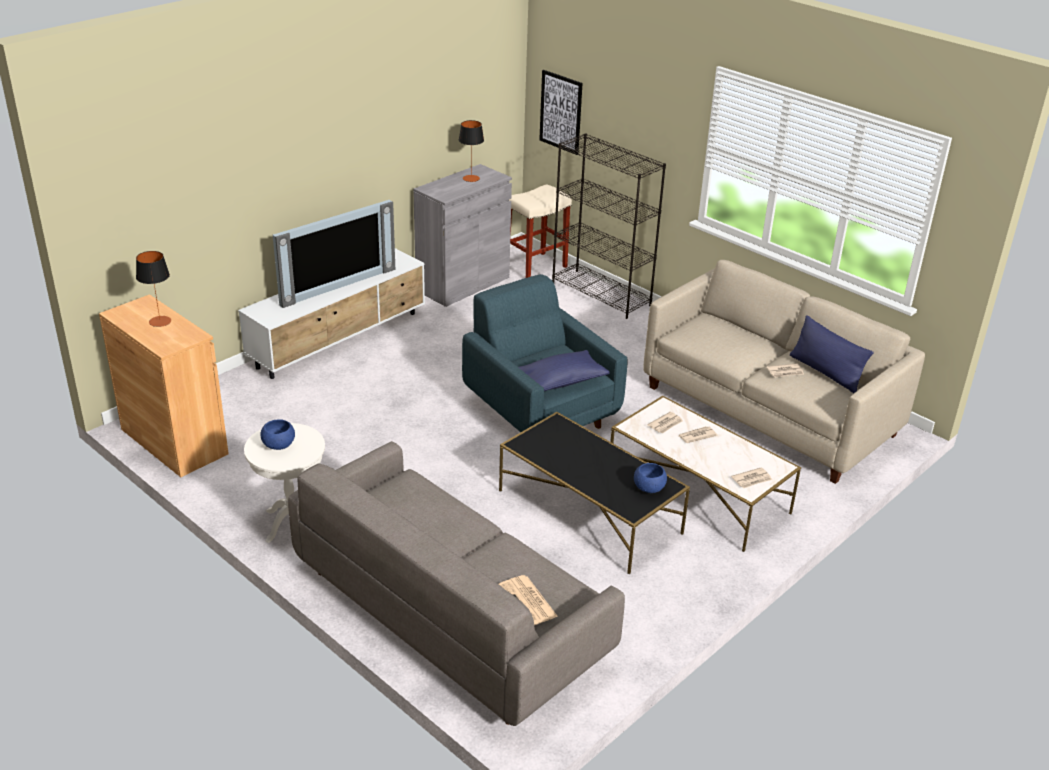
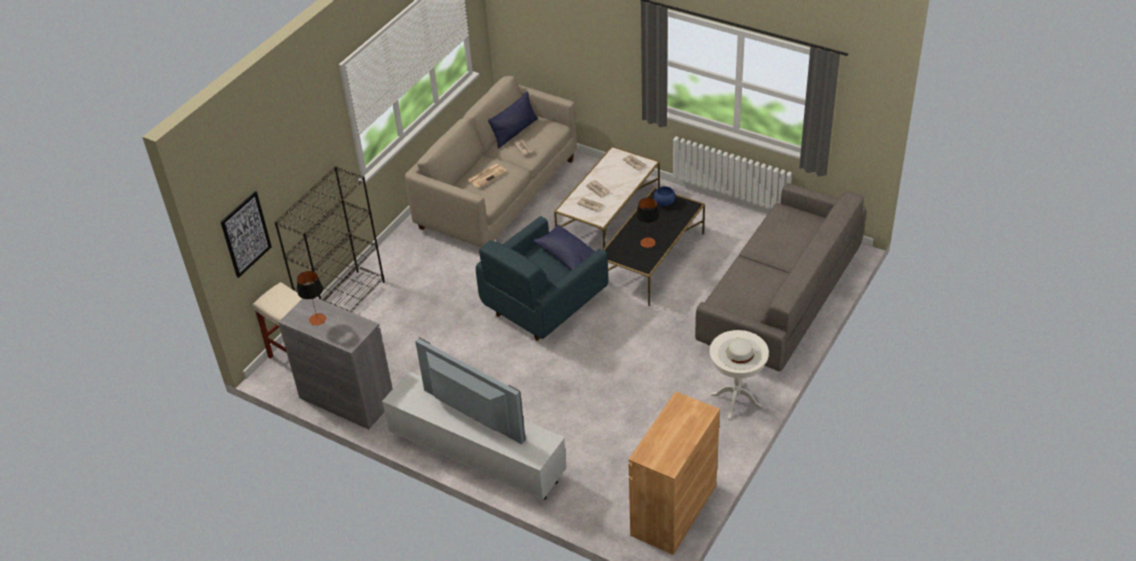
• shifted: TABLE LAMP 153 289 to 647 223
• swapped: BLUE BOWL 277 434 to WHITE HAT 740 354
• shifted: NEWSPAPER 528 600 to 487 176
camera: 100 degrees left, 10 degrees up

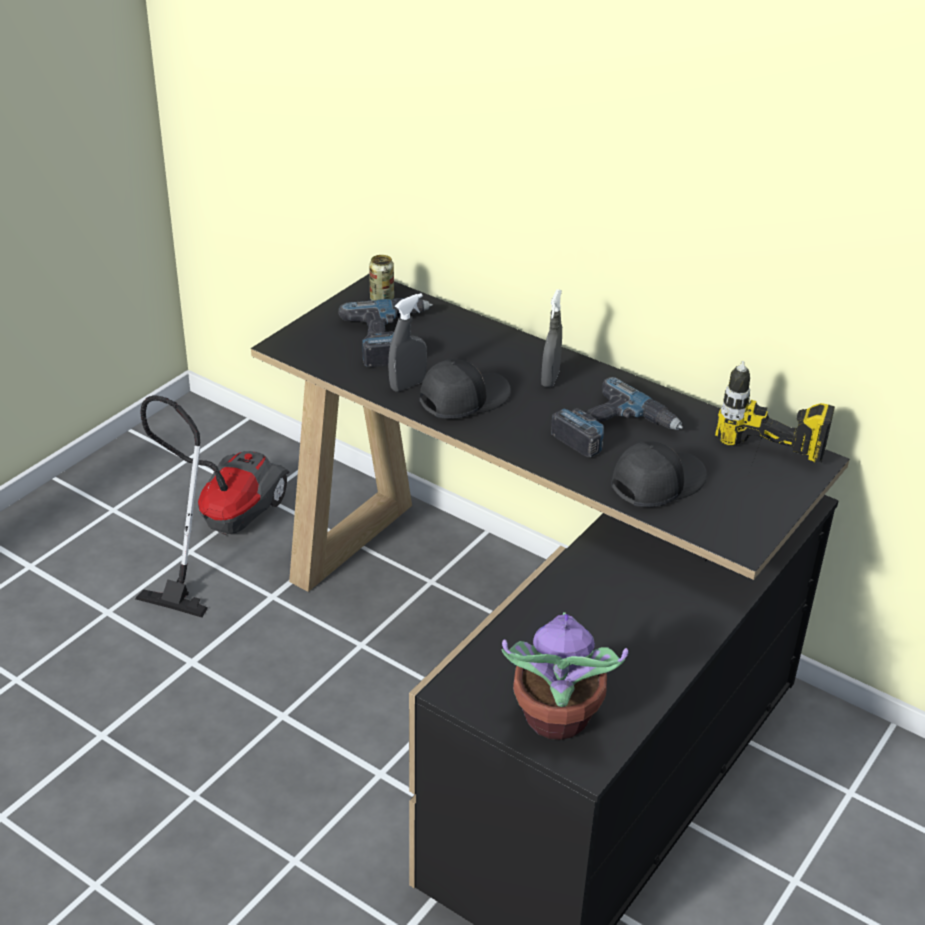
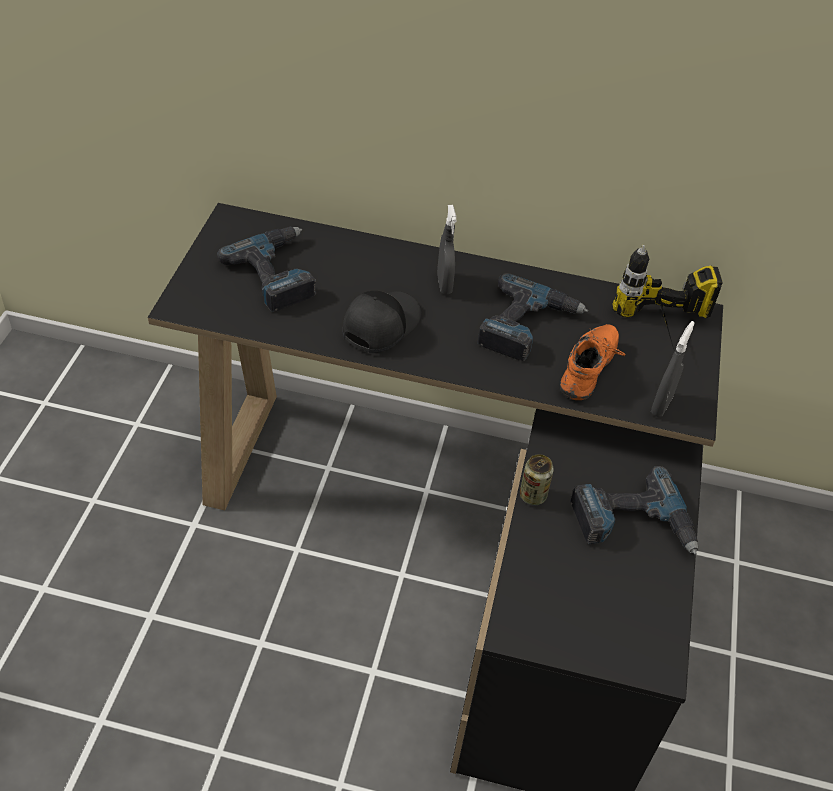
• gone: VACUUM CLEANER 212 506
• shifted: CAN 381 277 to 537 479
• shifted: GREY SPRAY BOTTLE 407 342 to 673 369
• gone: POTTED PLANT 565 676
• swapped: BLACK CAP 659 474 to ORANGE SHOE 593 362
• new: POWER DRILL 634 510
camera: 25 degrees left, 10 degrees up

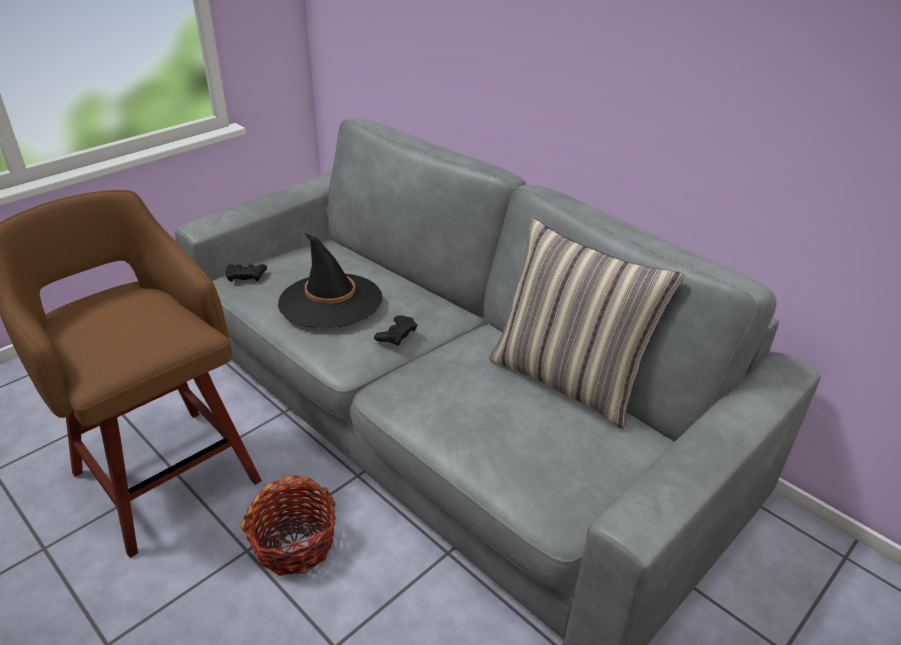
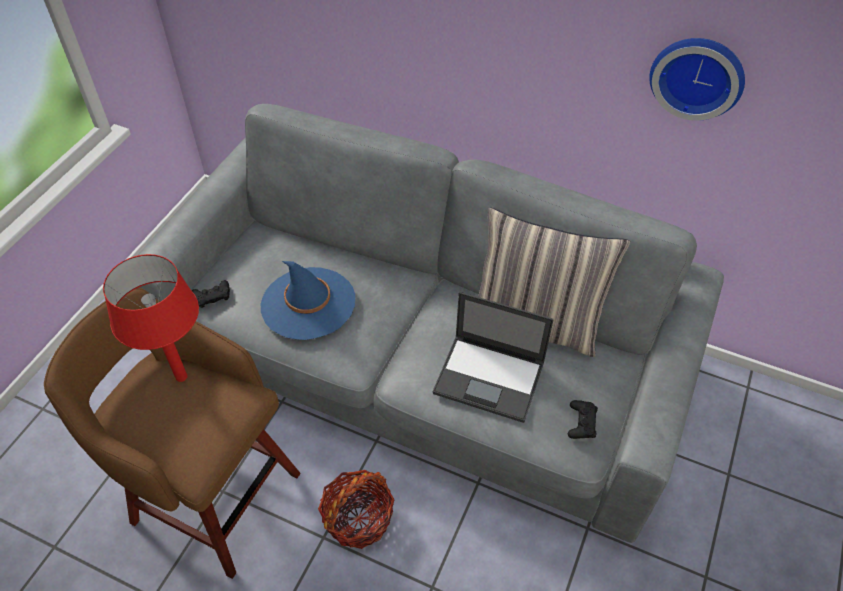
• repainted: BLACK HAT 330 280 to BLUE HAT 308 300
• shifted: BLACK GAME CONTROLLER 395 330 to 583 419
• new: RED TABLE LAMP 151 318
• new: LAPTOP 493 357
• new: WALL CLOCK 697 79
camera: 20 degrees left, 15 degrees up

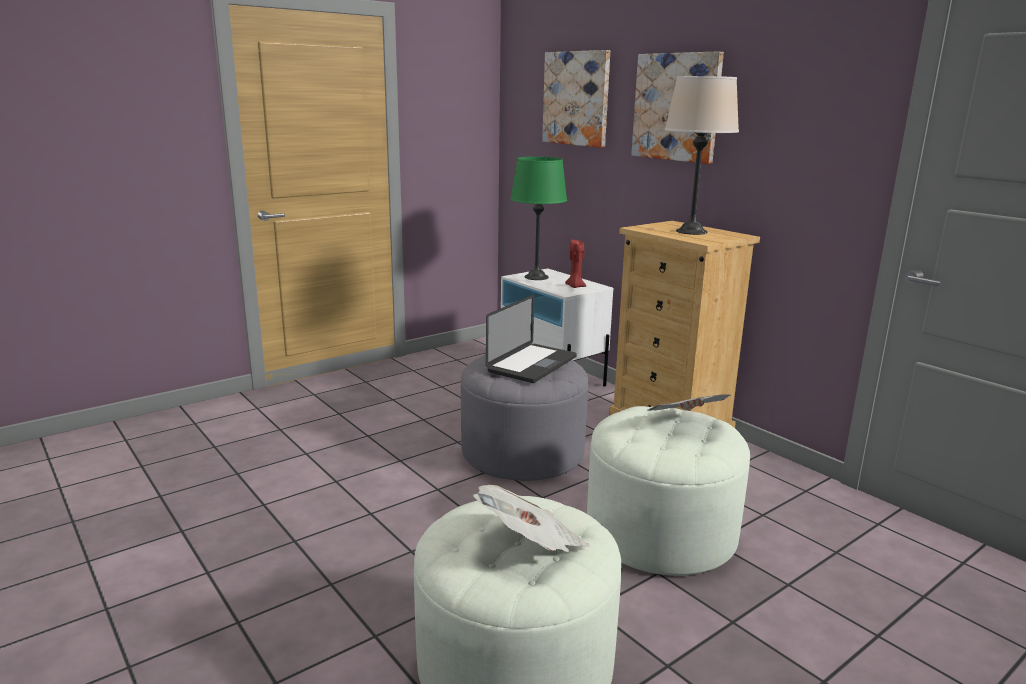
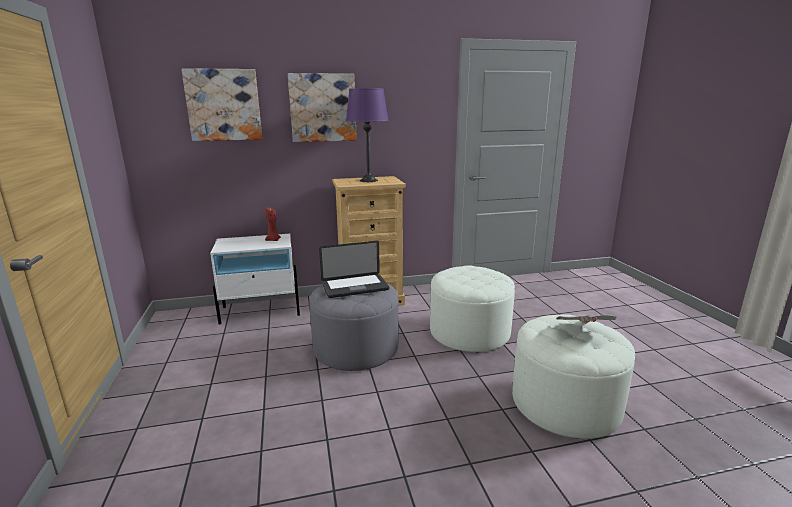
• rotated: LAPTOP 531 339 = 354 269 105 degrees clockwise
• gone: GREEN TABLE LAMP 539 218
• gone: NEWSPAPER 689 403
• repainted: BEIGE TABLE LAMP 702 155 to PURPLE TABLE LAMP 367 135
camera: 65 degrees left, 0 degrees up

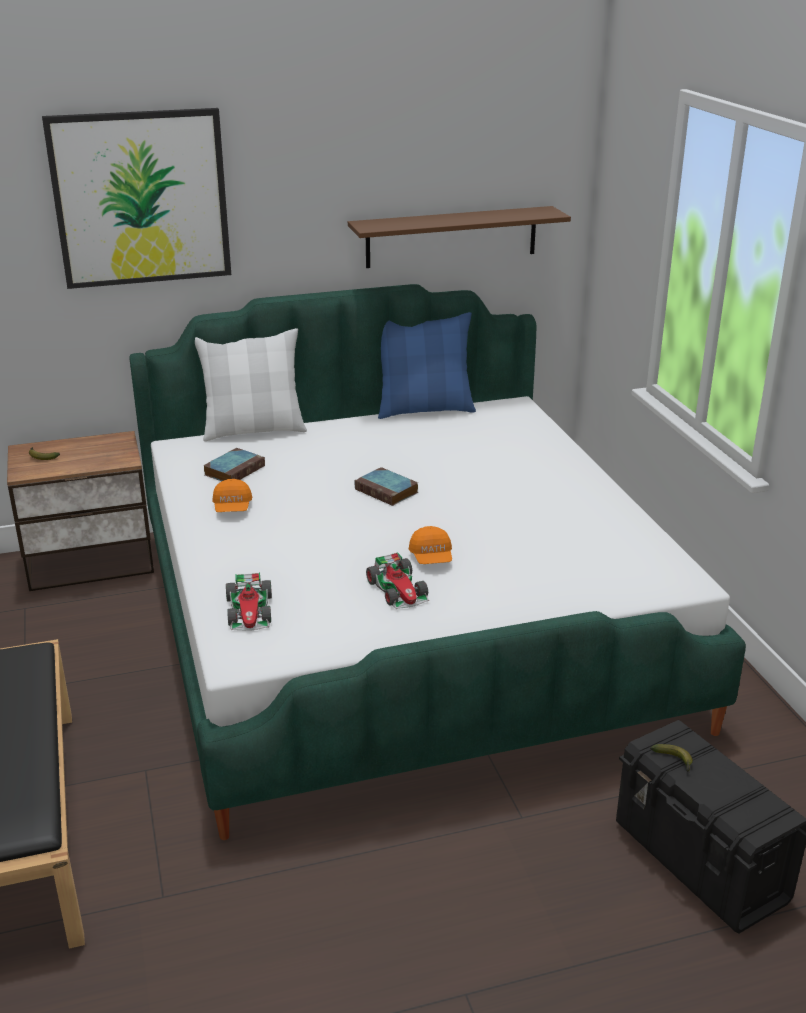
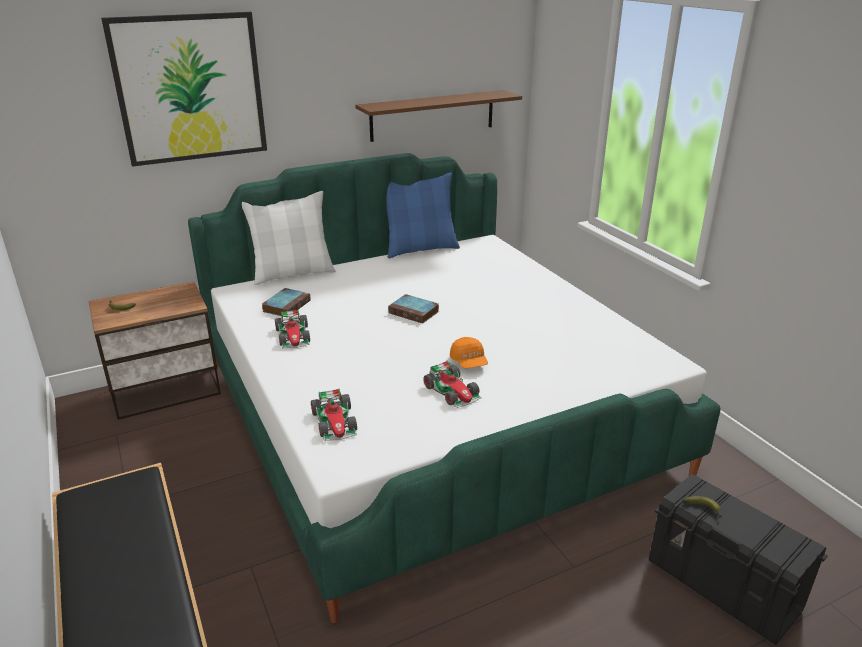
• swapped: ORANGE CAP 232 495 to TOY CAR 292 329
camera: 10 degrees left, 0 degrees up

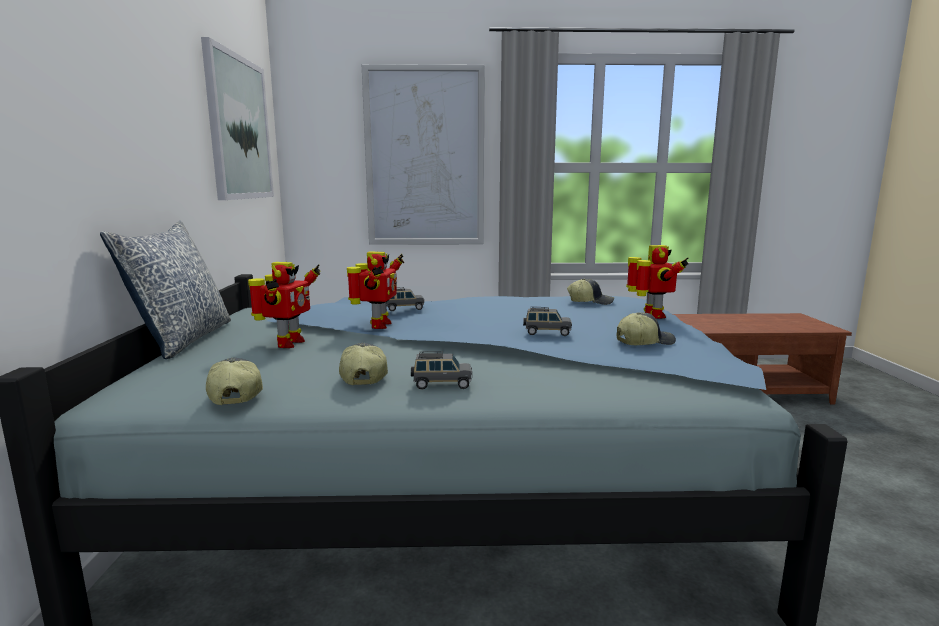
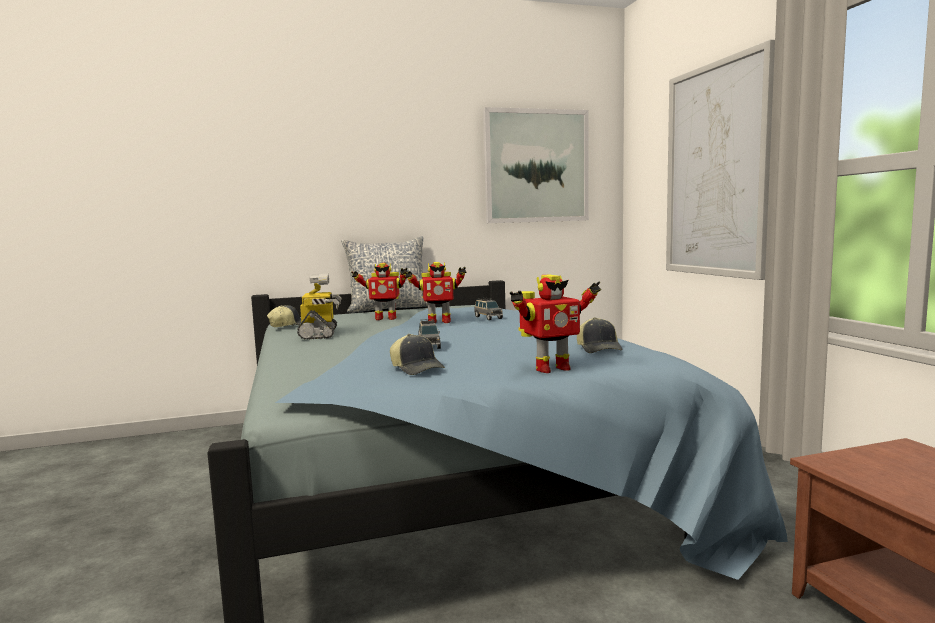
• swapped: CAP 363 364 to TOY ROBOT 319 306
• gone: GREY TOY CAR 441 370
camera: 75 degrees right, 5 degrees down

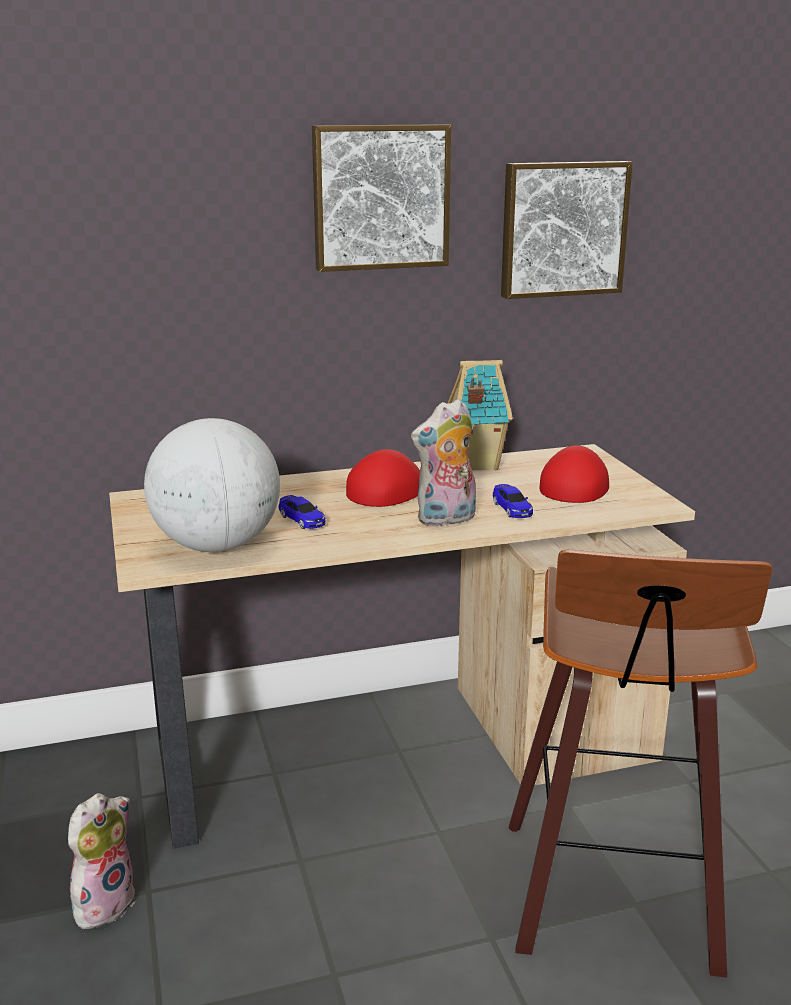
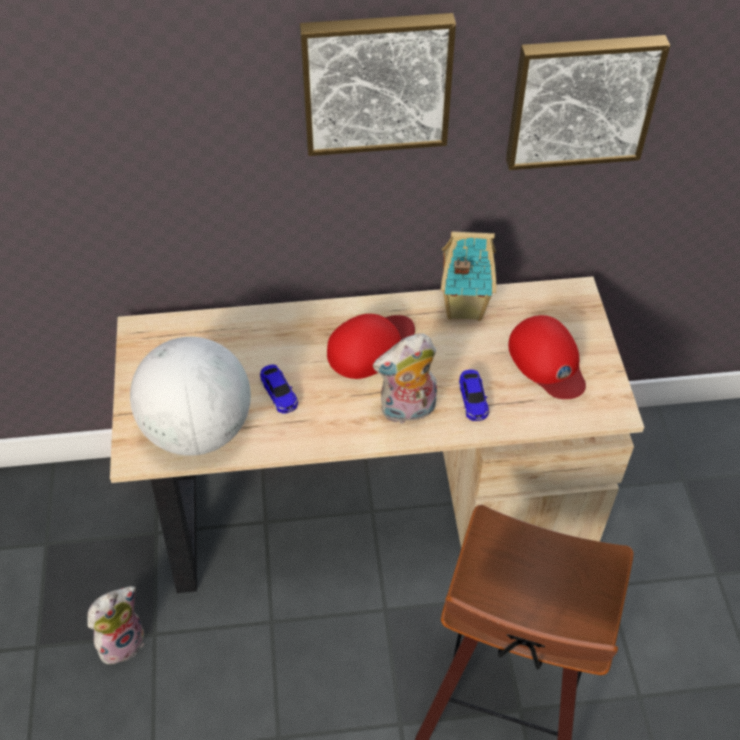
• rotated: RED CAP 574 474 = 547 357 120 degrees clockwise
camera: 10 degrees right, 30 degrees up

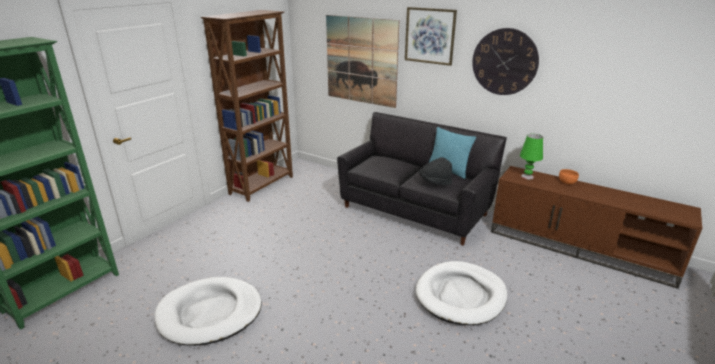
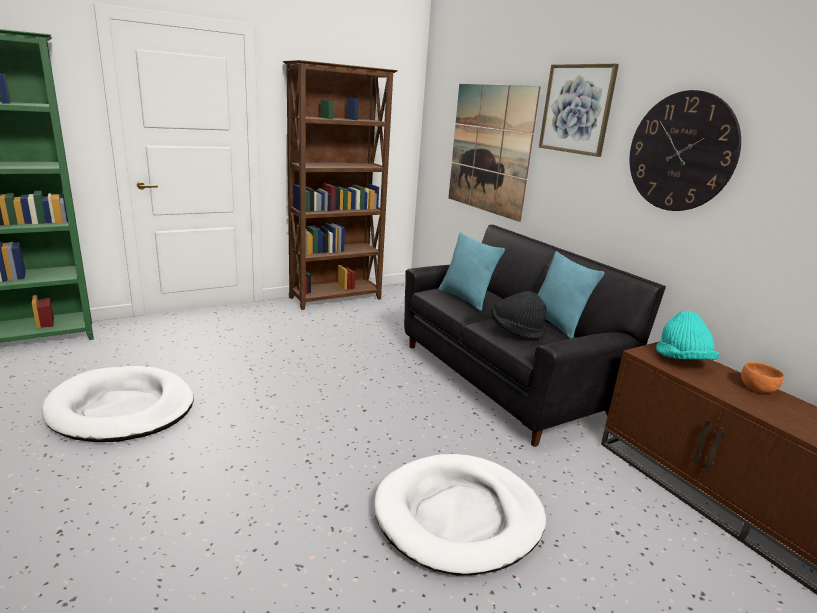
• swapped: GREEN TABLE LAMP 531 157 to TURQUOISE HAT 687 335
• new: TURQUOISE PILLOW 472 272
camera: 25 degrees right, 5 degrees down

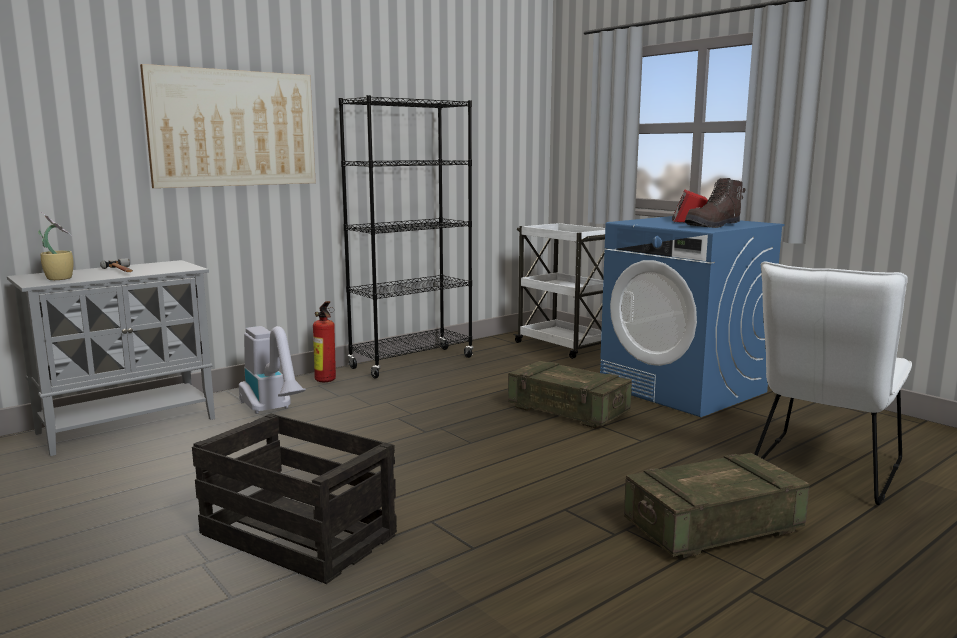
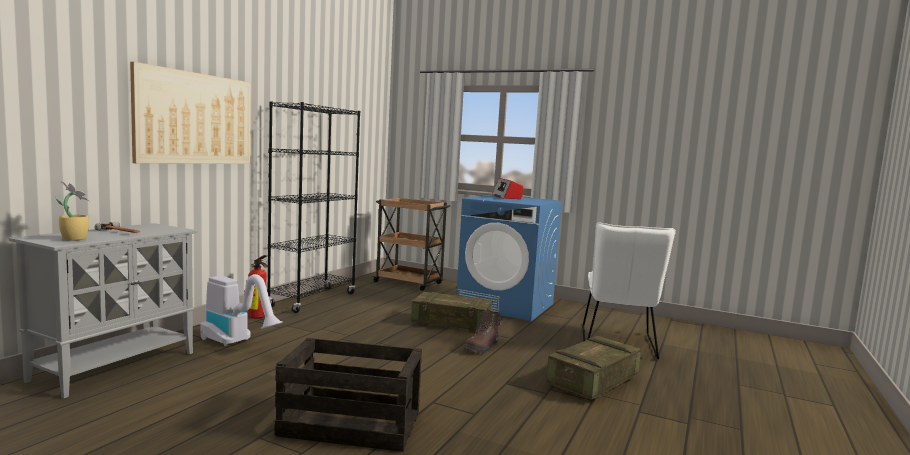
• repainted: WHITE CART 559 291 to BROWN CART 411 244
• shifted: BROWN BOOT 715 203 to 483 332
camera: 25 degrees left, 5 degrees down

